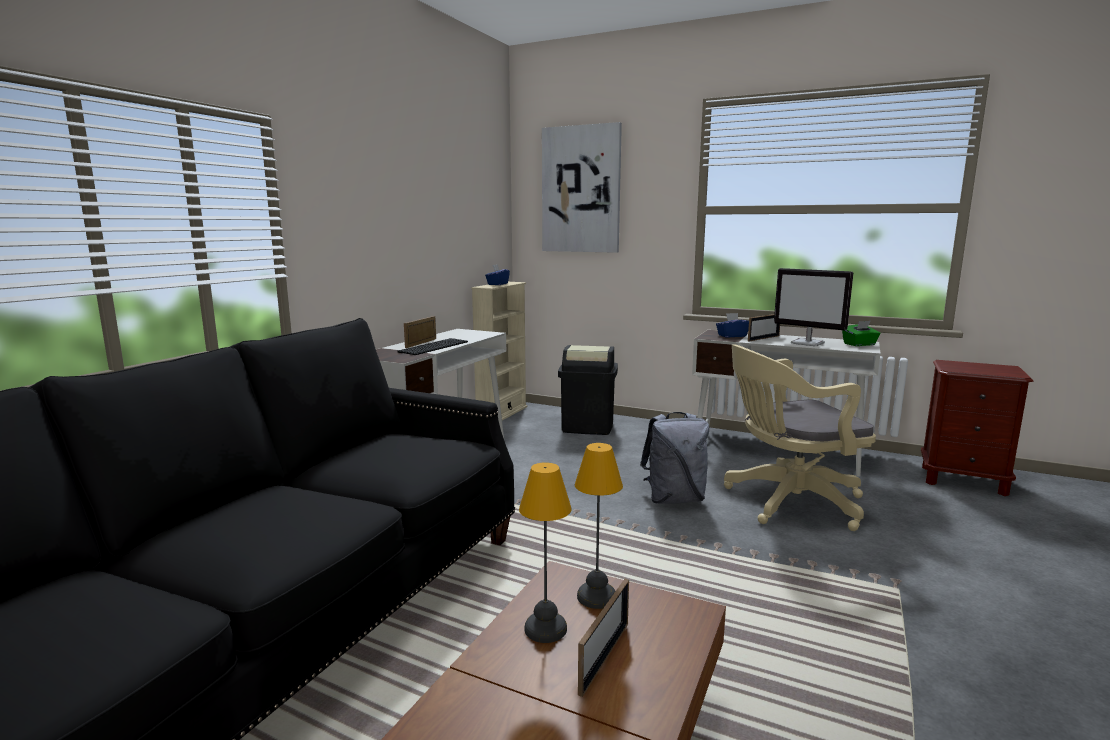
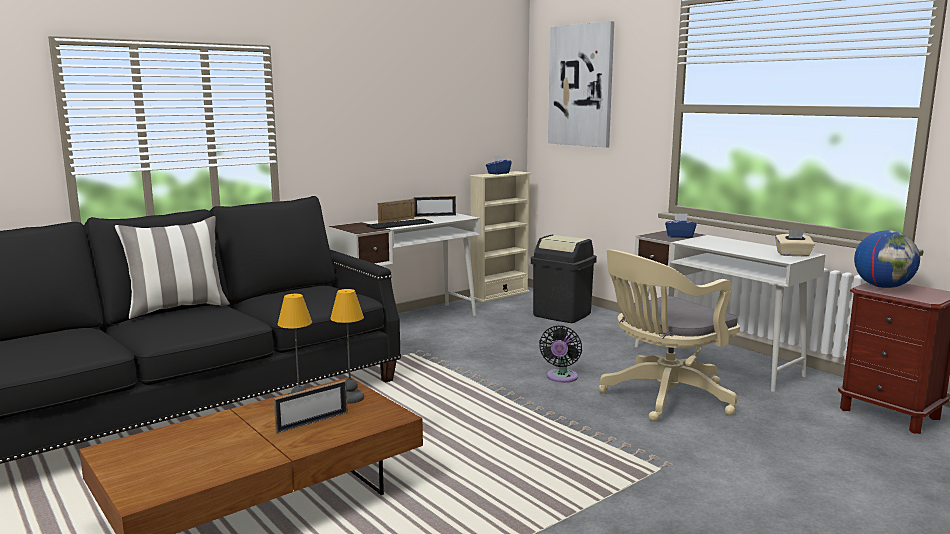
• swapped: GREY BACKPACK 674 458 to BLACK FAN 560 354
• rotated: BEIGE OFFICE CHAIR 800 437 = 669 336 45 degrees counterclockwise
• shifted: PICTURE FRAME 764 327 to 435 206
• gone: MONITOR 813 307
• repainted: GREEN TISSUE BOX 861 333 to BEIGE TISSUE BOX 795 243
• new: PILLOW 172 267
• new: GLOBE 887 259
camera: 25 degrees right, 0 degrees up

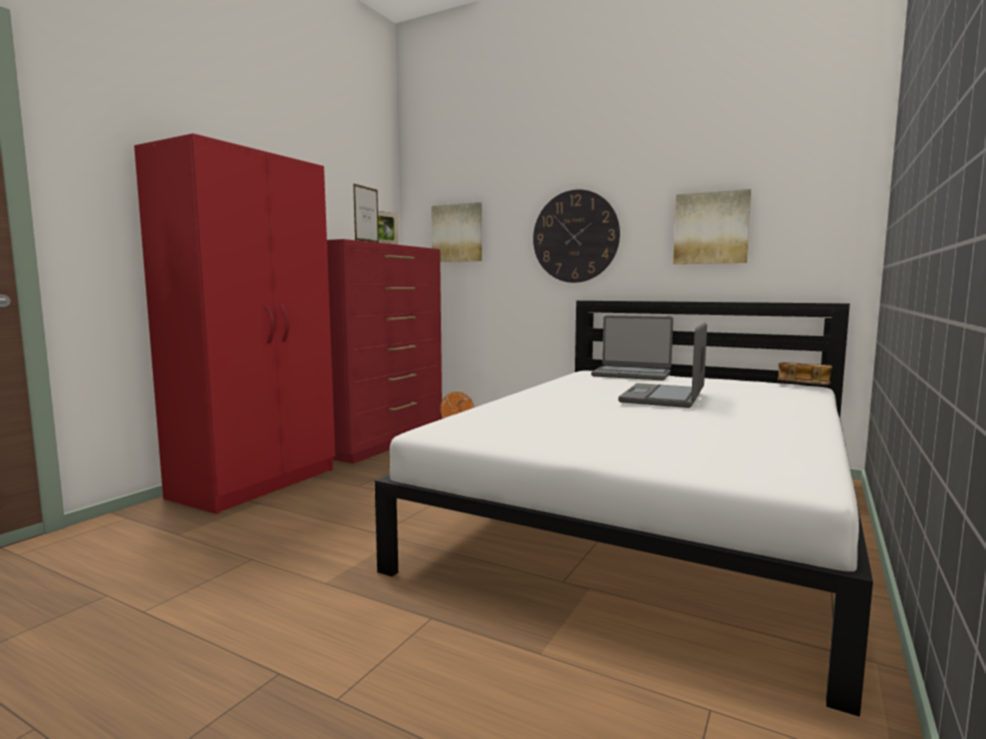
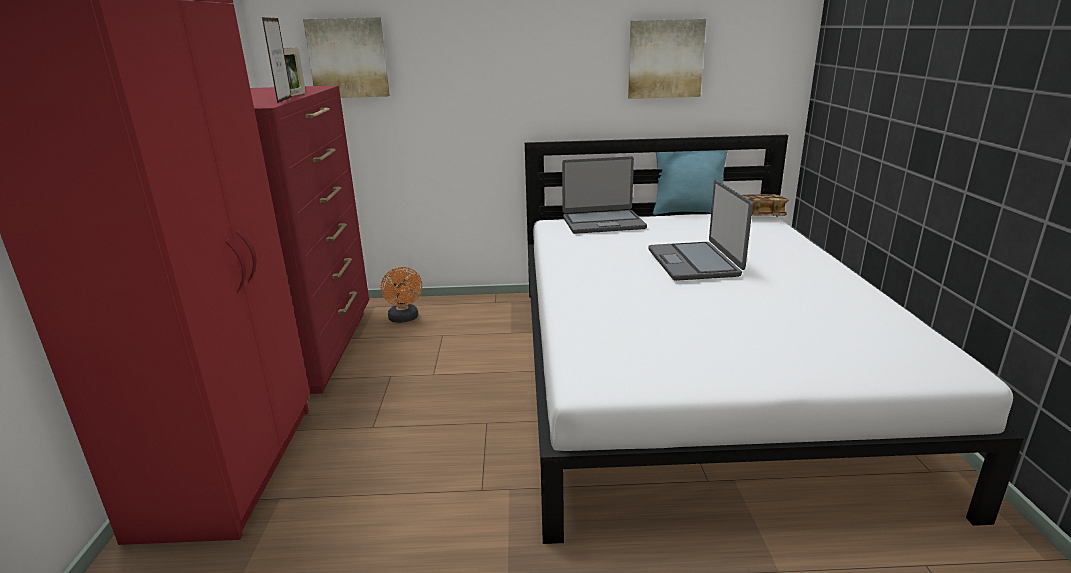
• gone: WALL CLOCK 576 236
• new: TURQUOISE PILLOW 690 182
camera: 30 degrees left, 15 degrees up

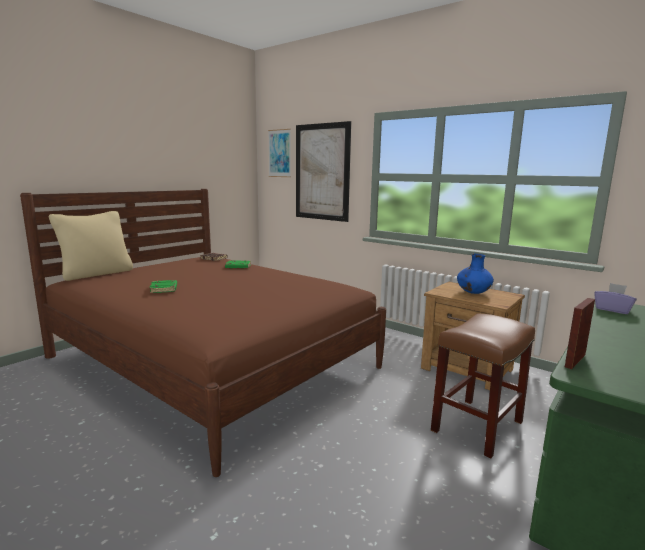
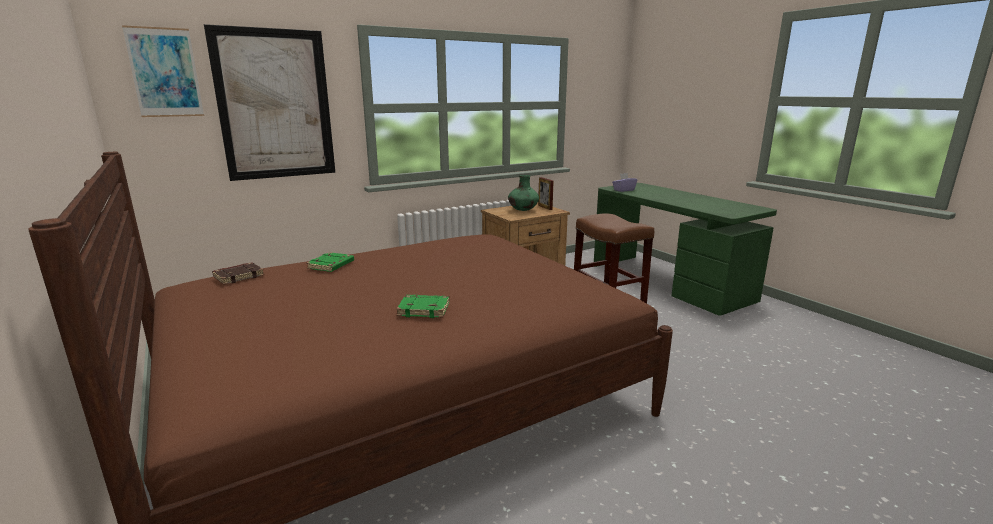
• gone: BEIGE PILLOW 91 246
• repainted: BLUE VASE 475 274 to GREEN VASE 523 193
• shifted: PICTURE FRAME 580 333 to 546 193
camera: 70 degrees left, 5 degrees up

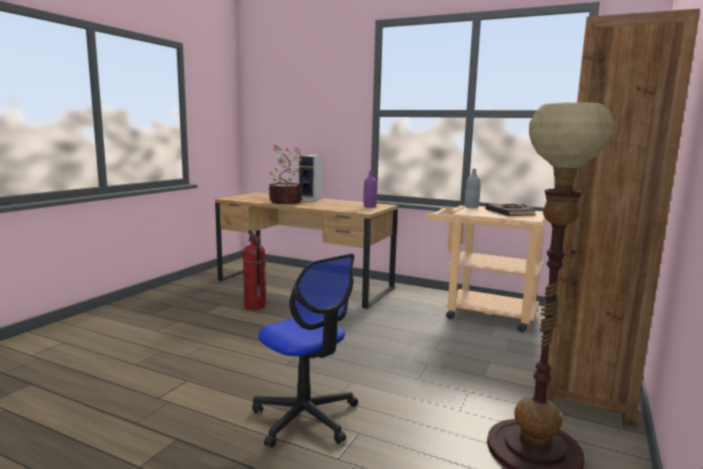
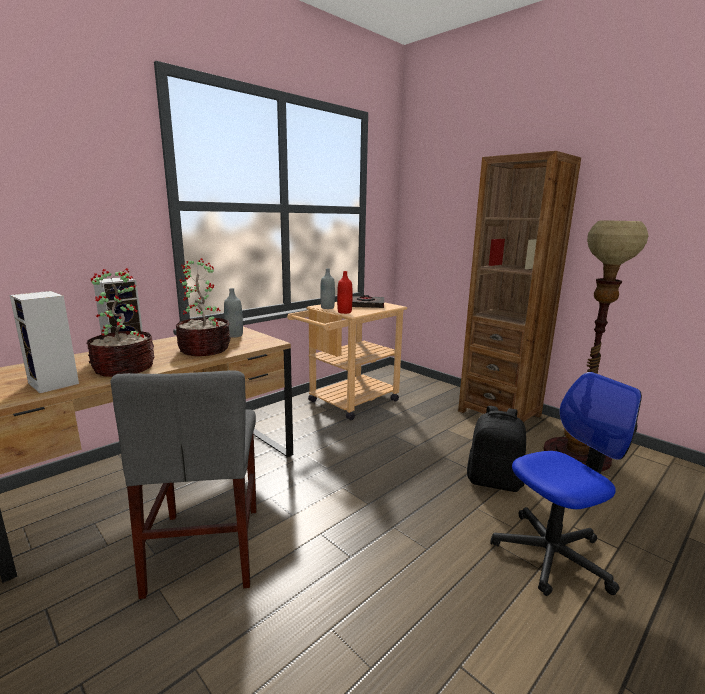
• swapped: FIRE EXTINGUISHER 254 270 to GREY CHAIR 184 484
• repainted: PURPLE BOTTLE 370 189 to GREY BOTTLE 233 313
• new: SPEAKER 44 342
• new: POTTED PLANT 203 307
• new: RED BOTTLE 345 292
• new: BLACK BACKPACK 496 449
camera: 70 degrees left, 5 degrees up

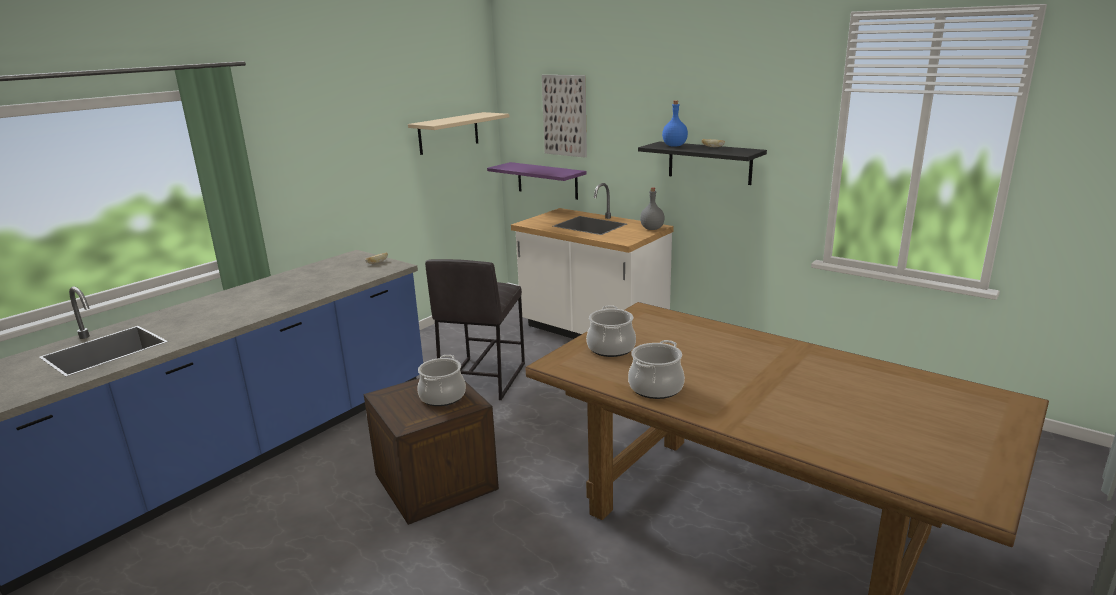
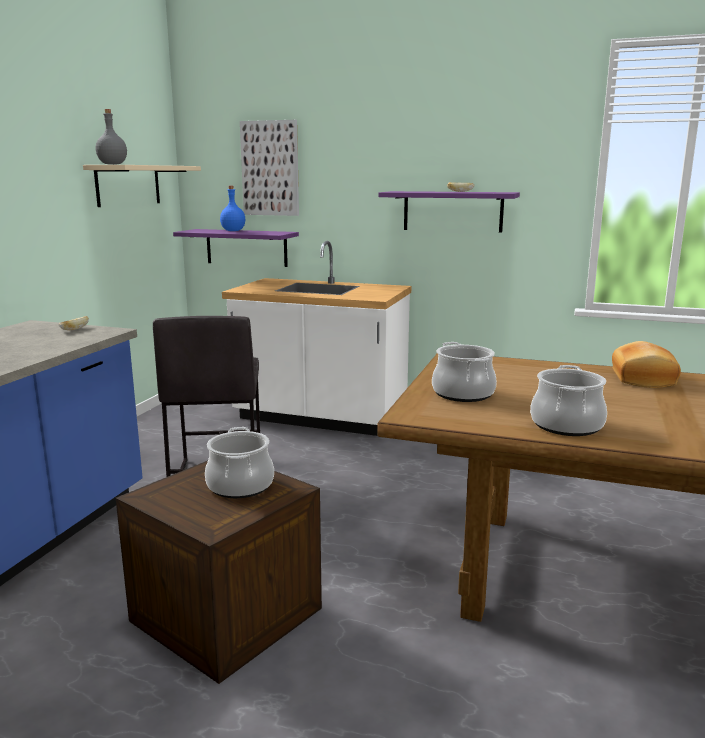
• repainted: BLACK SHELF 702 163 to PURPLE SHELF 449 212
• shifted: GREY BOTTLE 652 209 to 111 137
• shifted: BLUE BOTTLE 675 123 to 232 208
• new: BREAD 646 364
camera: 20 degrees left, 5 degrees down

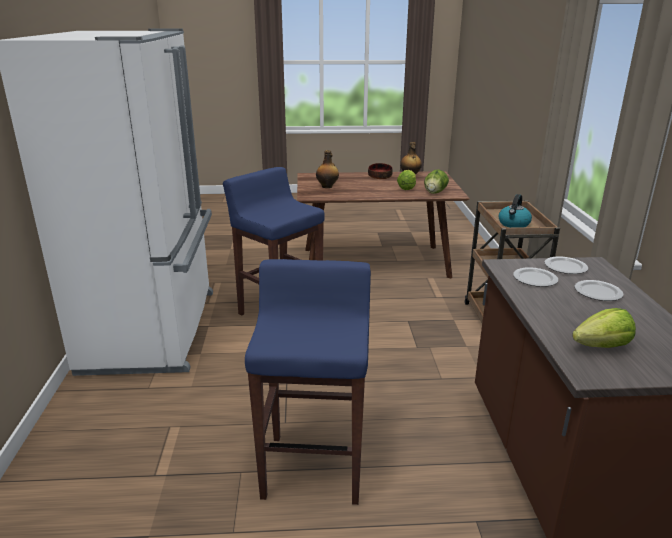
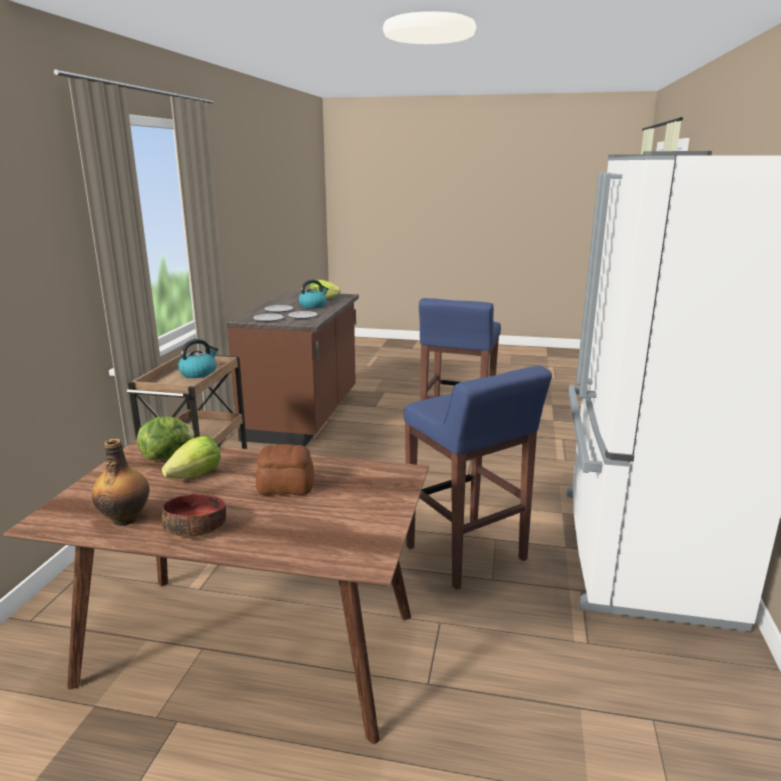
• gone: BOTTLE 327 169
• new: BREAD 285 469
• new: KETTLE 313 293
camera: 165 degrees left, 5 degrees down

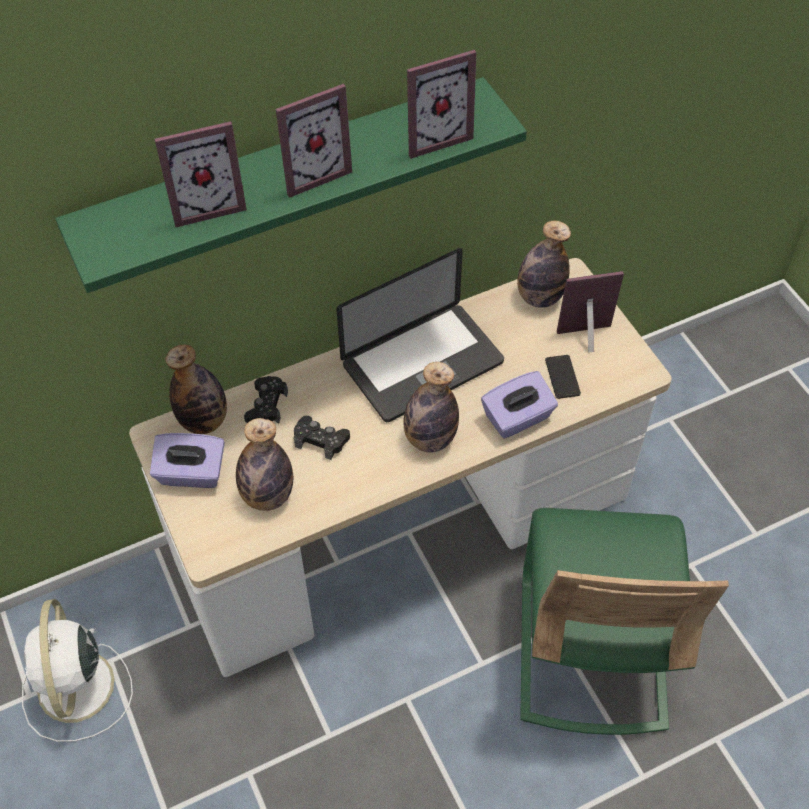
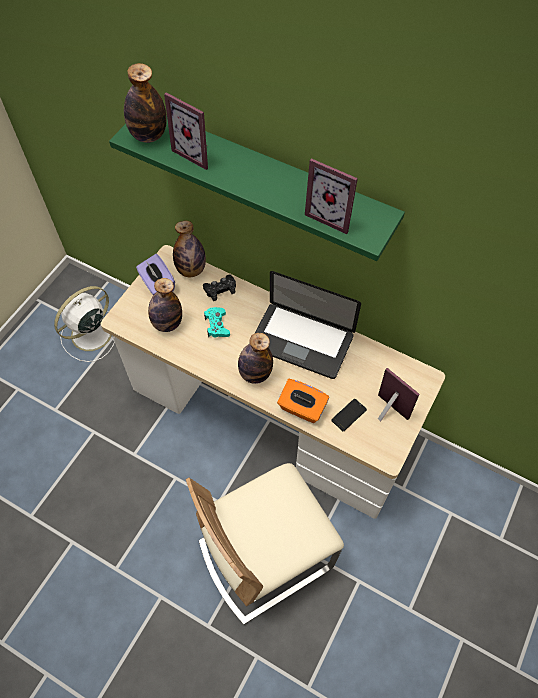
• gone: PICTURE FRAME 314 141
• repainted: BLACK GAME CONTROLLER 322 437 to TURQUOISE GAME CONTROLLER 217 322
• repainted: PURPLE TISSUE BOX 519 404 to ORANGE TISSUE BOX 303 401
• shifted: BOTTLE 544 264 to 145 103
• repainted: GREEN CHAIR 624 621 to BEIGE CHAIR 265 544
camera: 55 degrees right, 5 degrees up

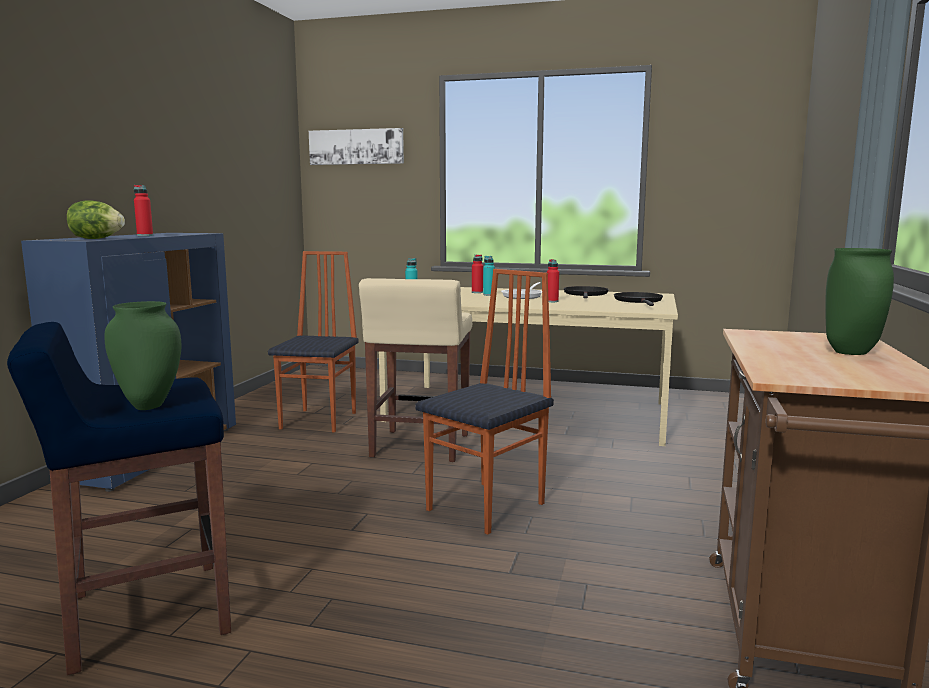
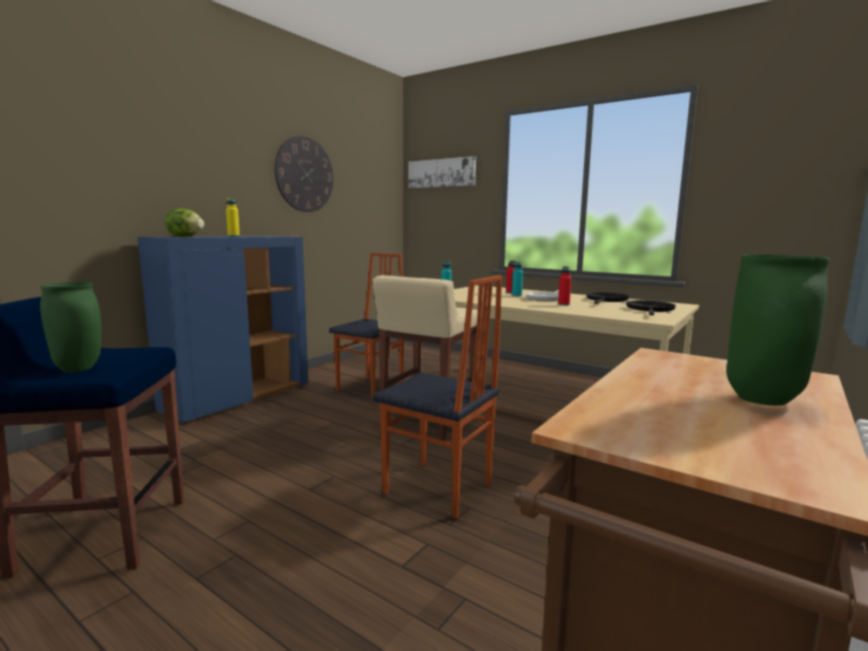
• repainted: RED BOTTLE 143 210 to YELLOW BOTTLE 233 217
• rotated: CHAIR 484 402 = 437 397 60 degrees clockwise
• new: WALL CLOCK 303 174
camera: 20 degrees right, 0 degrees up

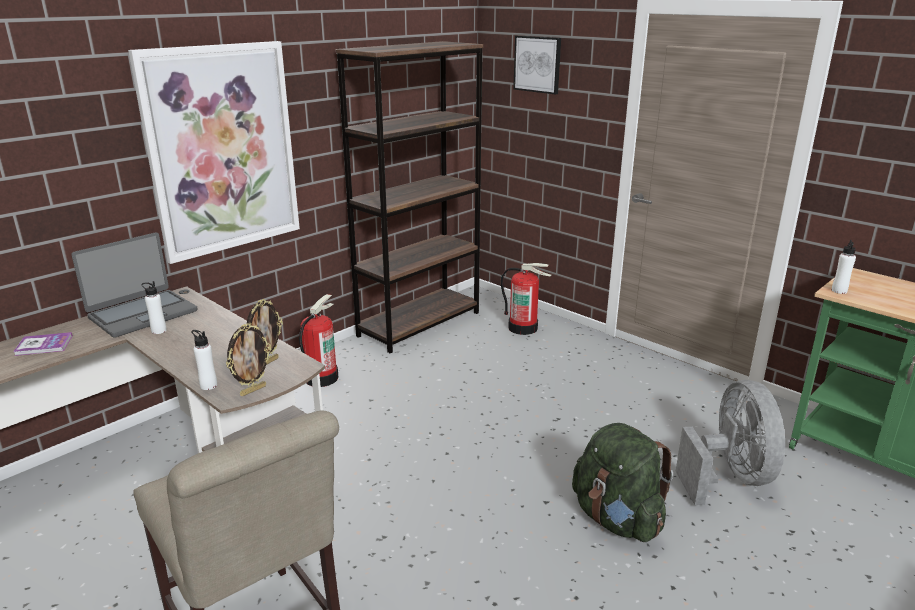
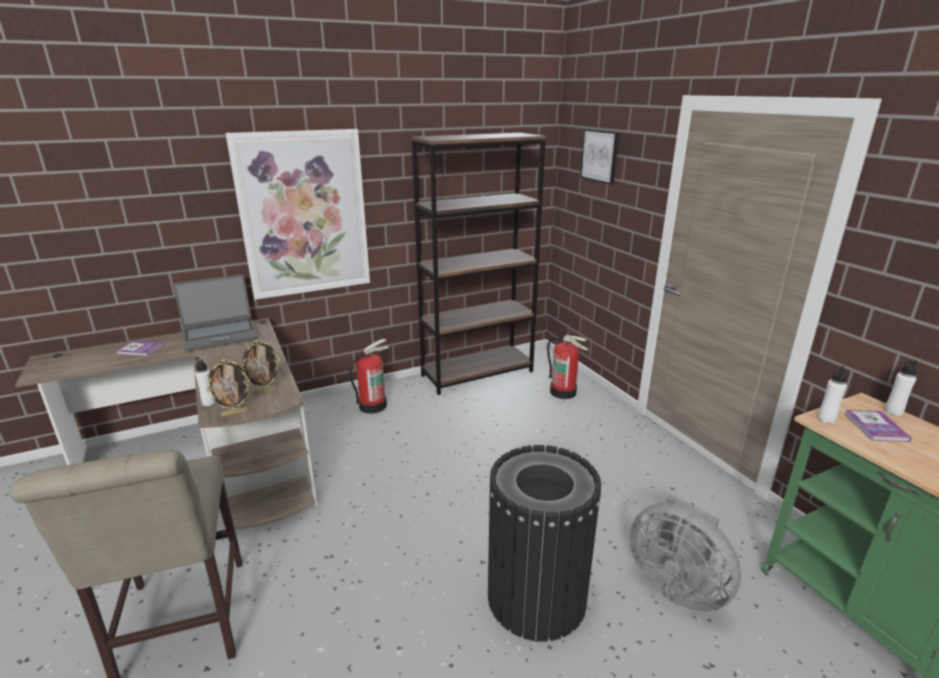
• shifted: WHITE BOTTLE 154 307 to 900 388
• swapped: GREEN BACKPACK 622 482 to BLACK TRASH CAN 545 543
• rotated: GREY FAN 730 442 = 685 553 120 degrees clockwise
• new: BOOK 878 426
camera: 20 degrees right, 0 degrees up

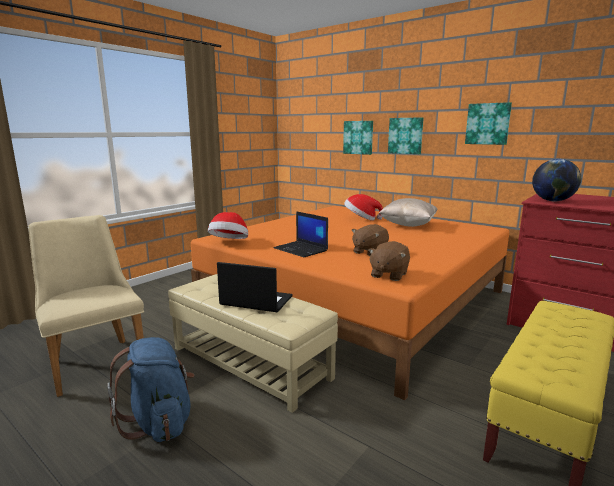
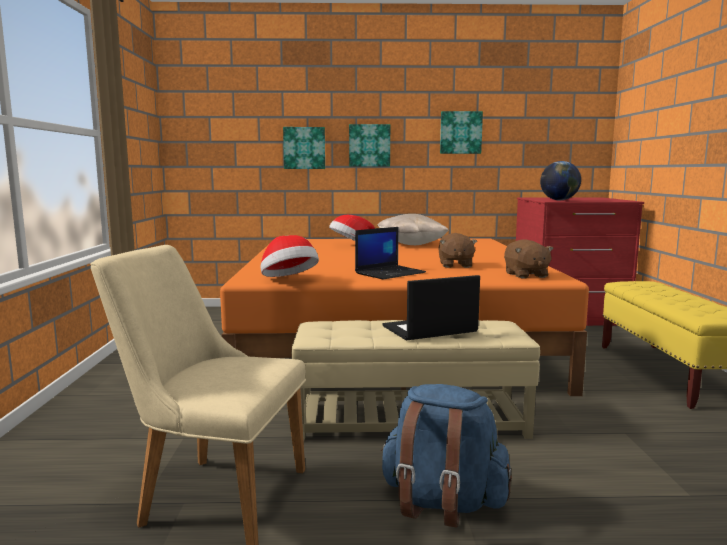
• rotated: LAPTOP 300 234 = 390 253 45 degrees counterclockwise
camera: 40 degrees left, 5 degrees down

